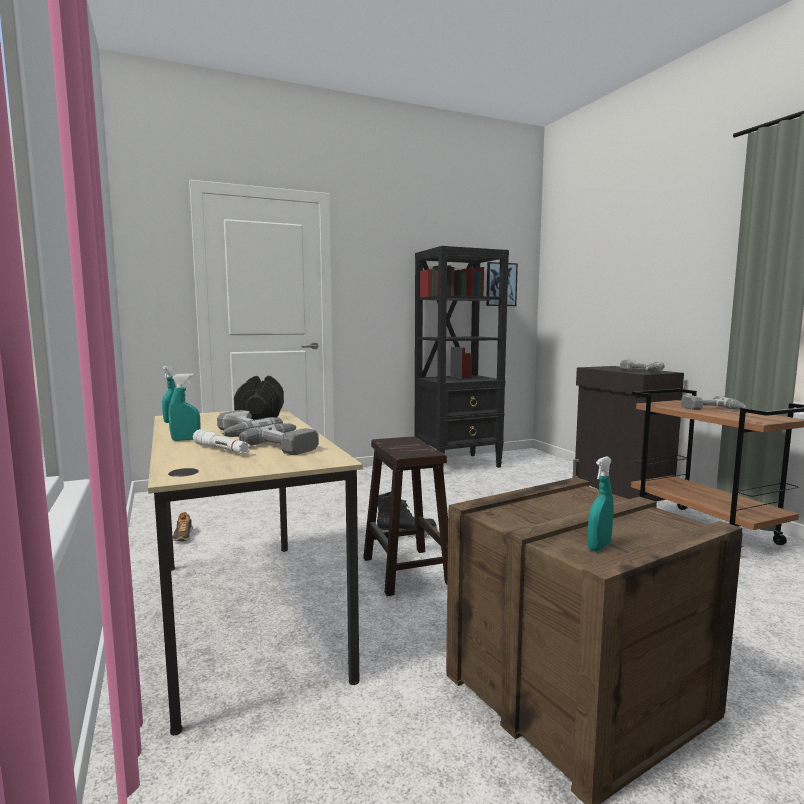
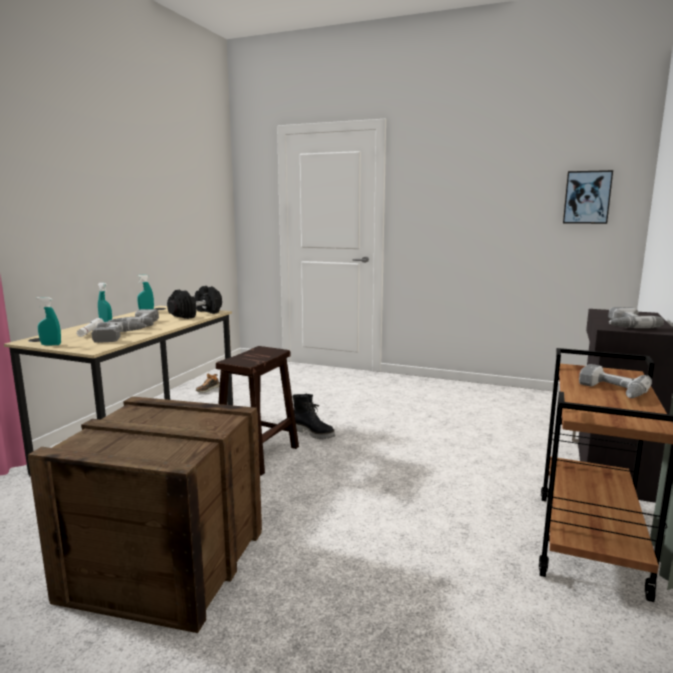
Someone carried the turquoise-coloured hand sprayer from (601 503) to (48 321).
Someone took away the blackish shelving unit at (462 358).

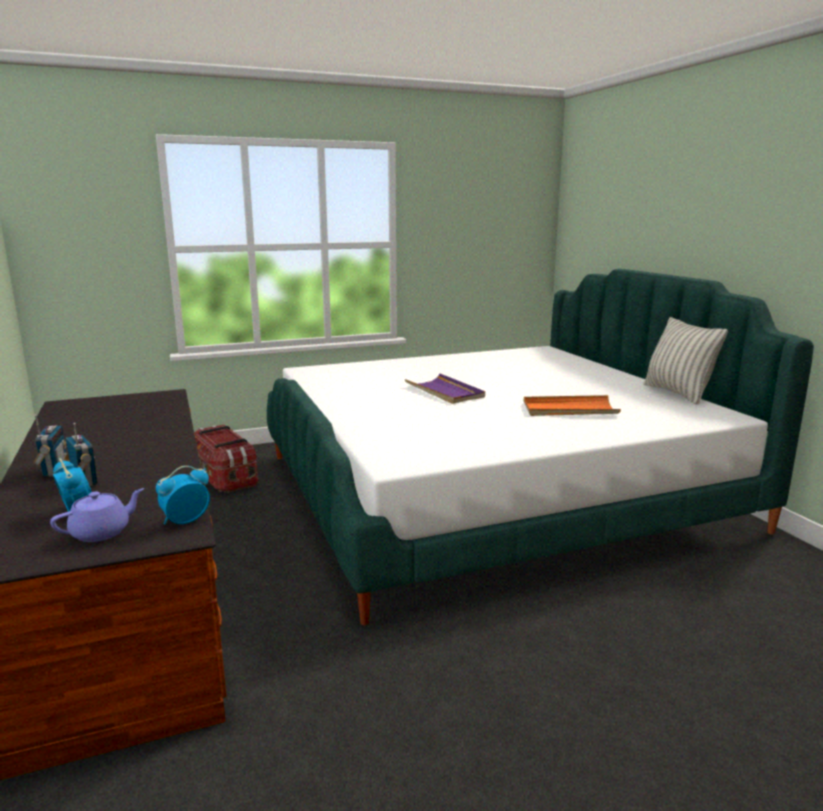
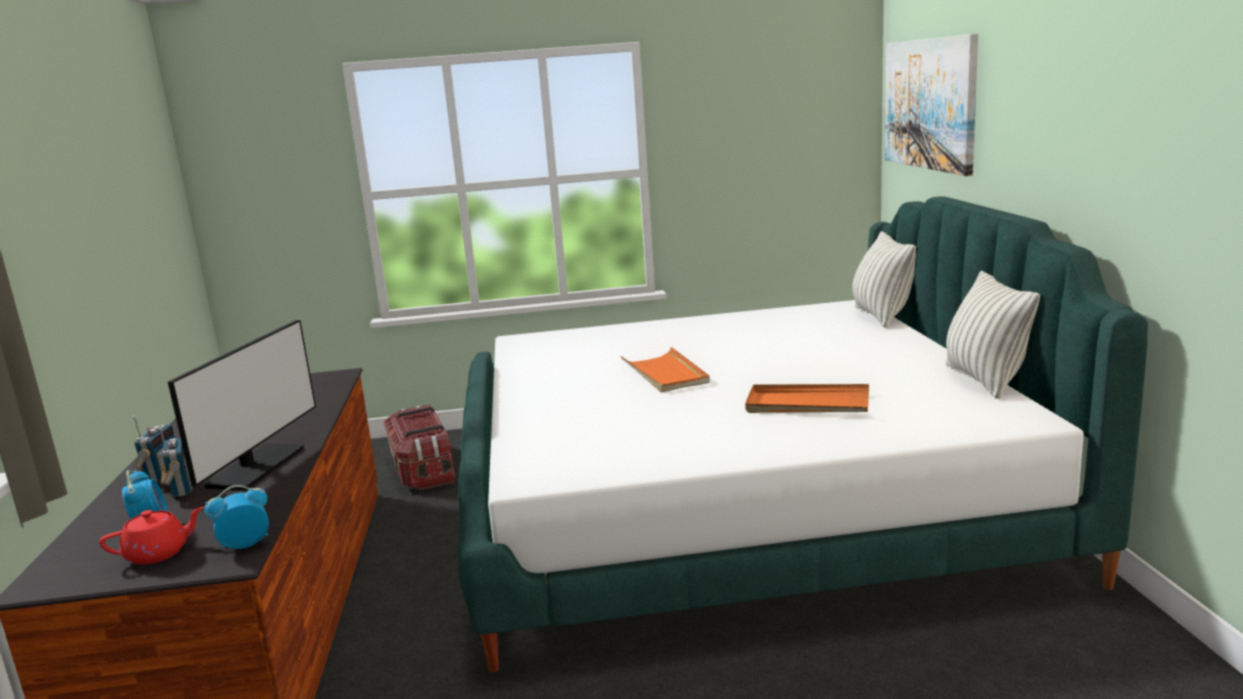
Someone repainted the purple pot for tea at (97 515), which became the red-coloured pot for tea at (151 536).
Someone put down the computer display at (242 405).
Someone repainted the purple serving tray at (445 388), which became the orangey serving tray at (665 369).
Someone put down the pillow at (884 279).
Someone put up the picture at (931 105).

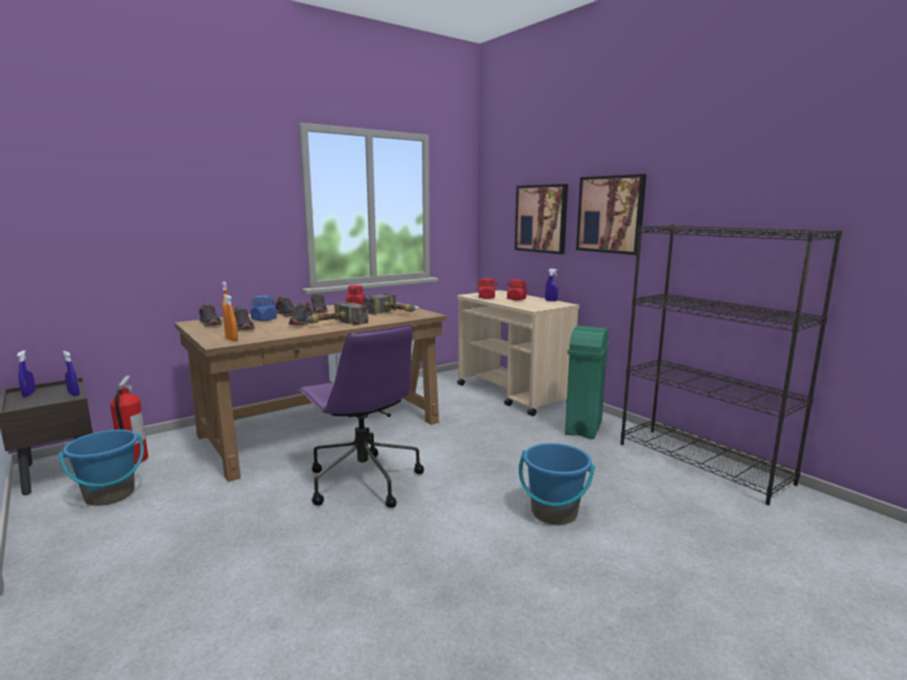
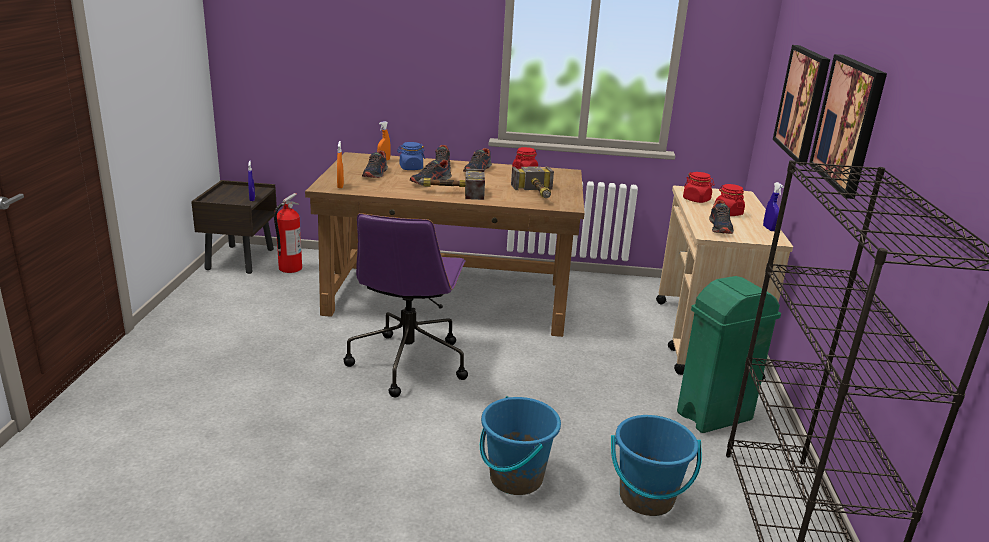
Someone carried the bluish water bucket from (101 468) to (656 465).
Someone carried the item of footwear from (210 314) to (721 217).
Someone took away the bluish hand sprayer at (26 373).

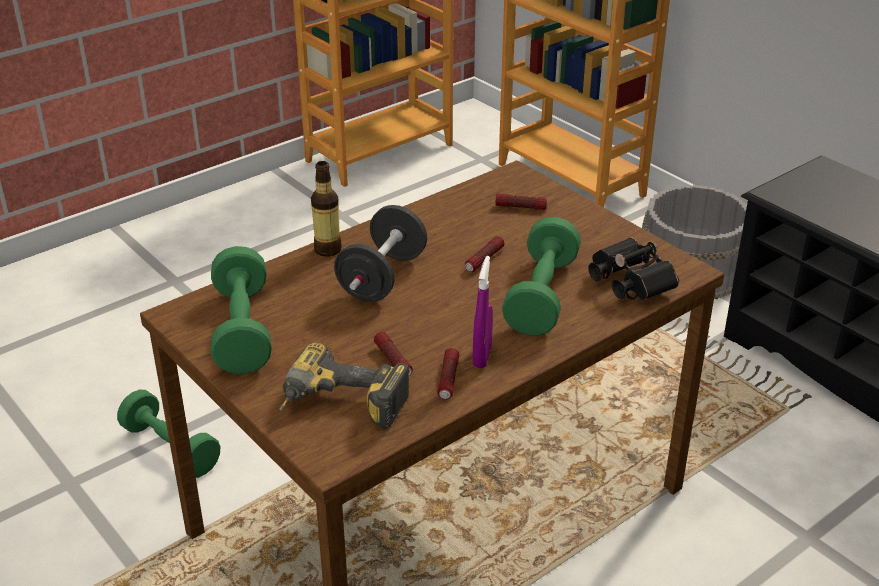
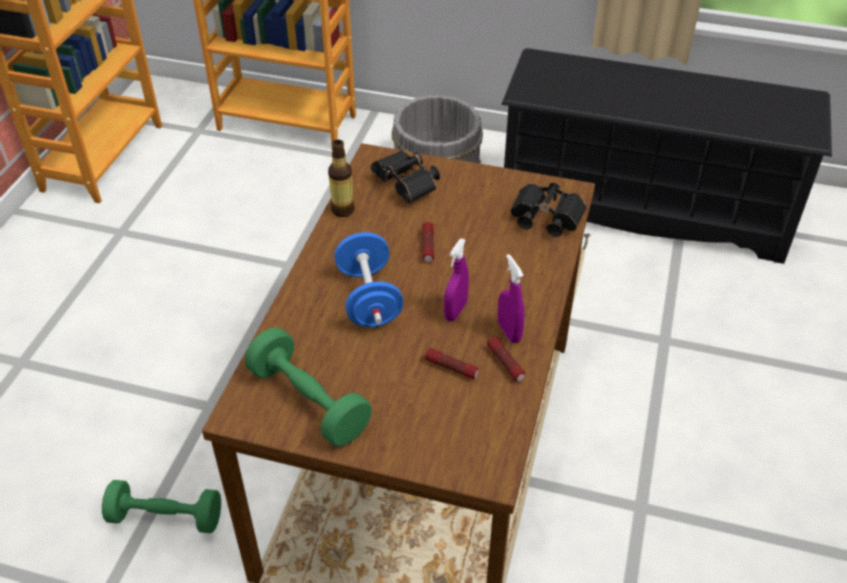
Someone carried the bottle from (326 209) to (341 178).
Someone repainted the blackish hand weight at (380 253), which became the bluish hand weight at (368 279).
Someone swapped the hand torch at (521 202) for the blackish binoculars at (405 176).
Someone put down the purple hand sprayer at (456 279).
Someone took away the electric drill at (344 386).
Someone took away the greenish hand weight at (541 276).

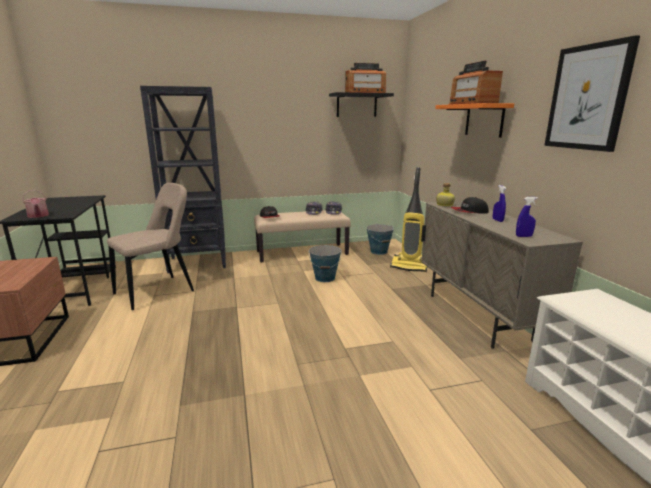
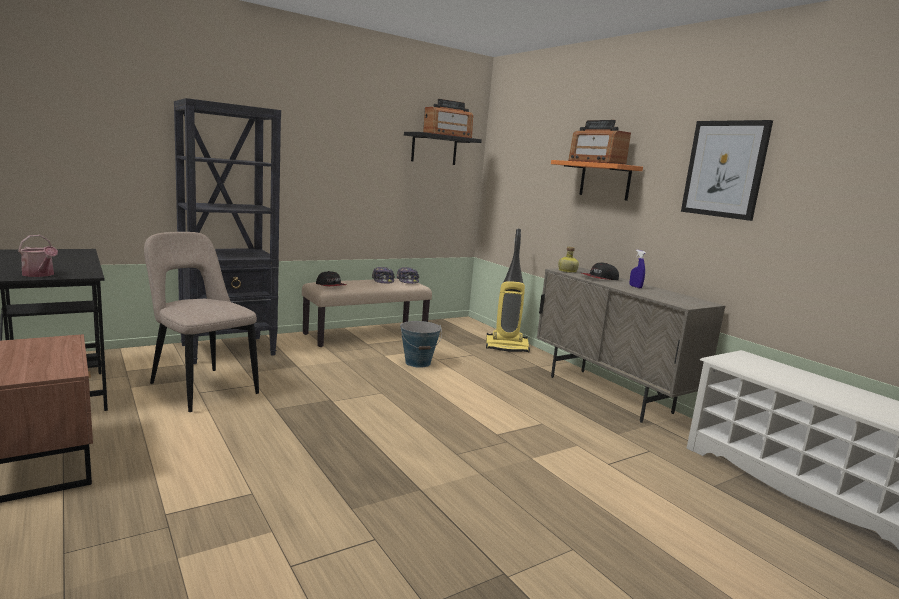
Someone rotated the sand-coloured upright chair at (150 246) by 75 degrees counterclockwise.
Someone took away the water bucket at (380 239).
Someone took away the bluish hand sprayer at (527 217).

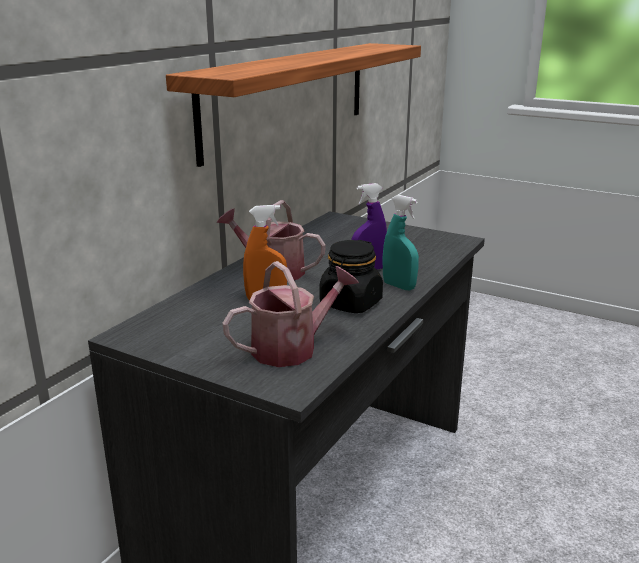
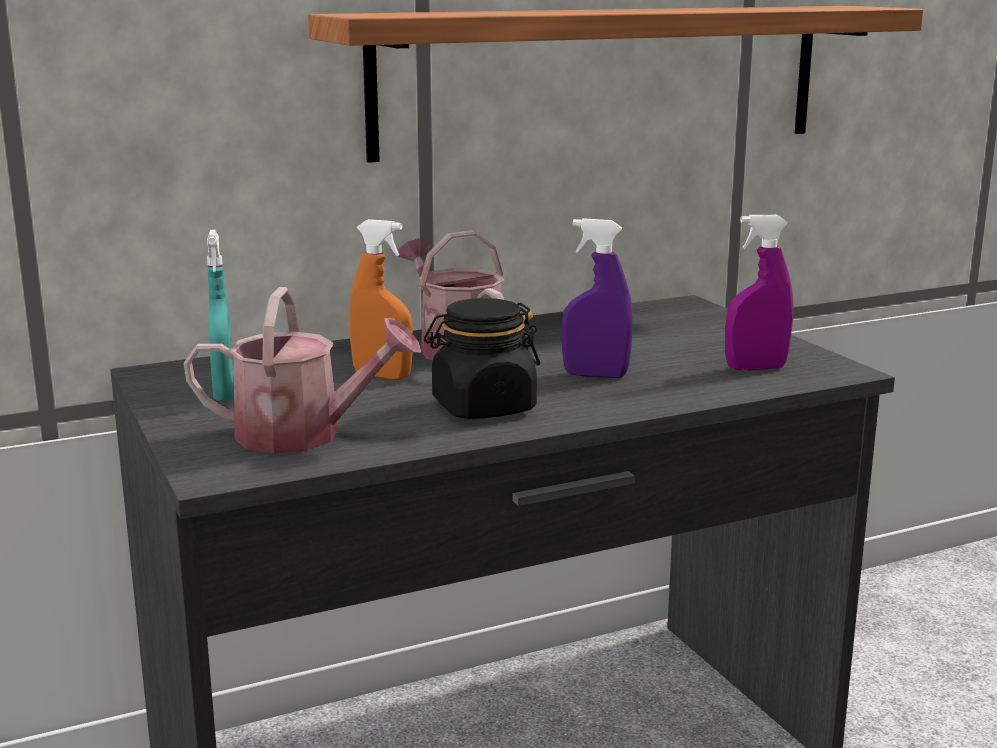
Someone carried the turquoise-coloured hand sprayer from (400 242) to (220 316).
Someone put down the purple hand sprayer at (759 292).

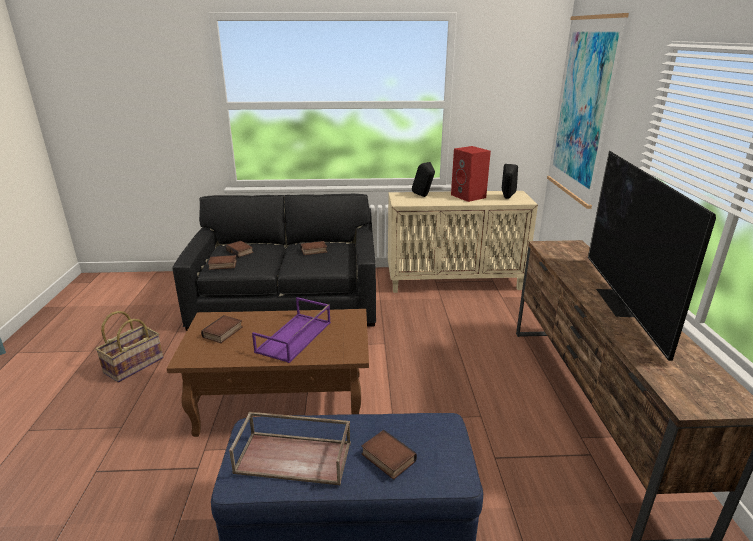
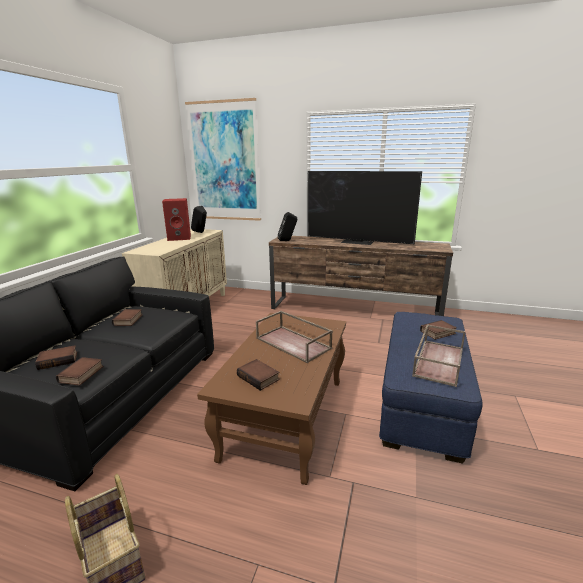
Someone repainted the purple serving tray at (291 330), which became the brown-coloured serving tray at (294 337).
Someone carried the blackish loudspeaker from (423 179) to (287 226).

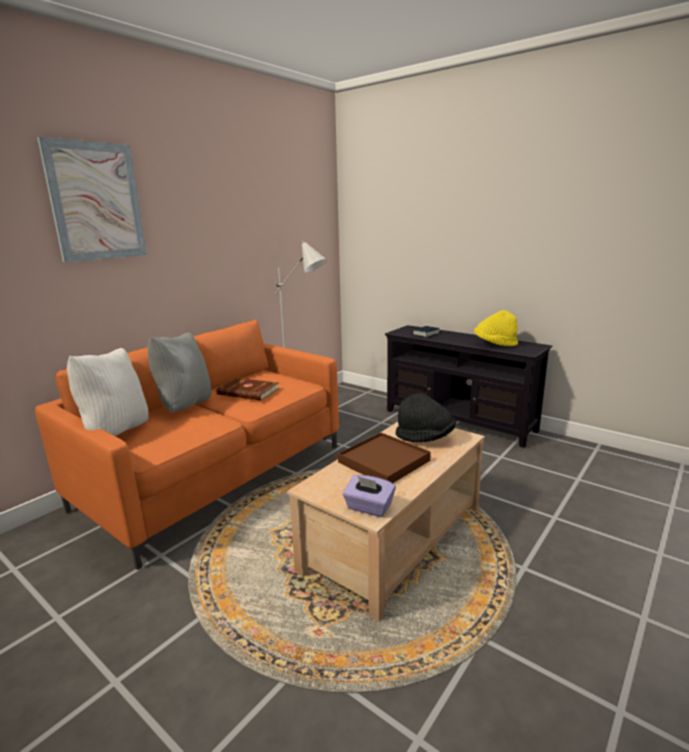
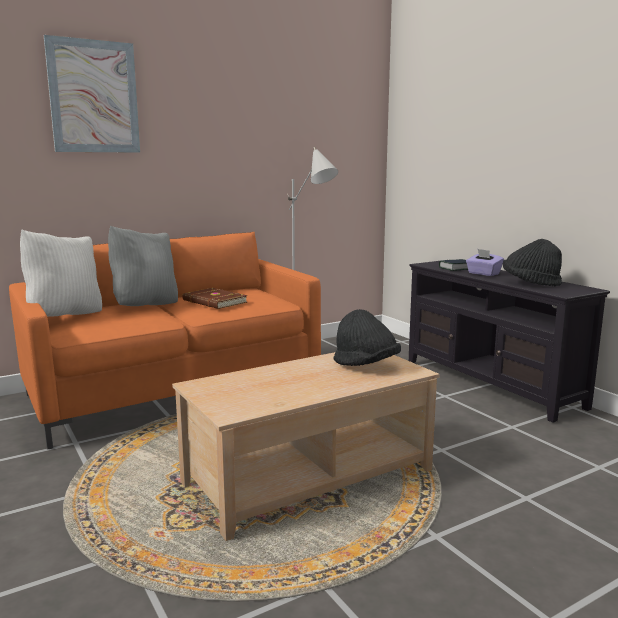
Someone carried the purple box of tissues from (369 496) to (485 262).
Someone repainted the yellowish hat at (496 328), which became the blackish hat at (532 263).
Someone took away the brown-coloured serving tray at (384 458).

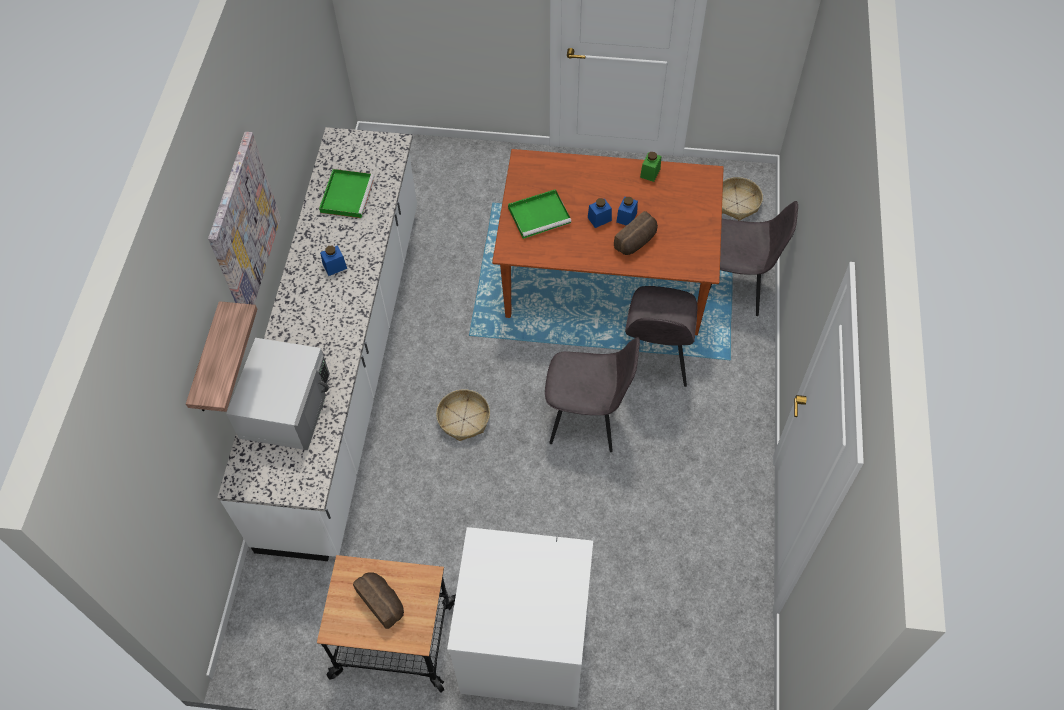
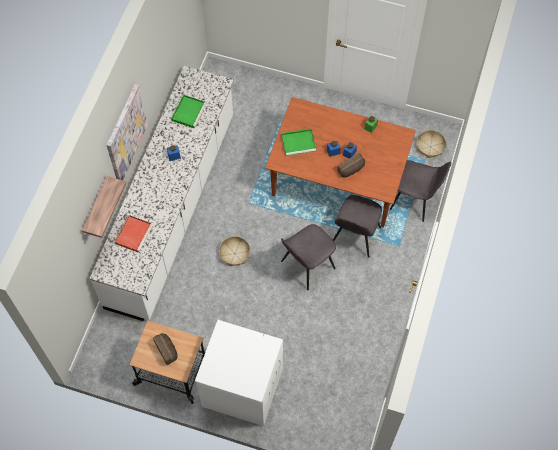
Someone swapped the whitish kitchen microwave at (278 394) for the red-coloured serving tray at (134 234).
Someone rotated the gray upright chair at (592 394) by 120 degrees clockwise.

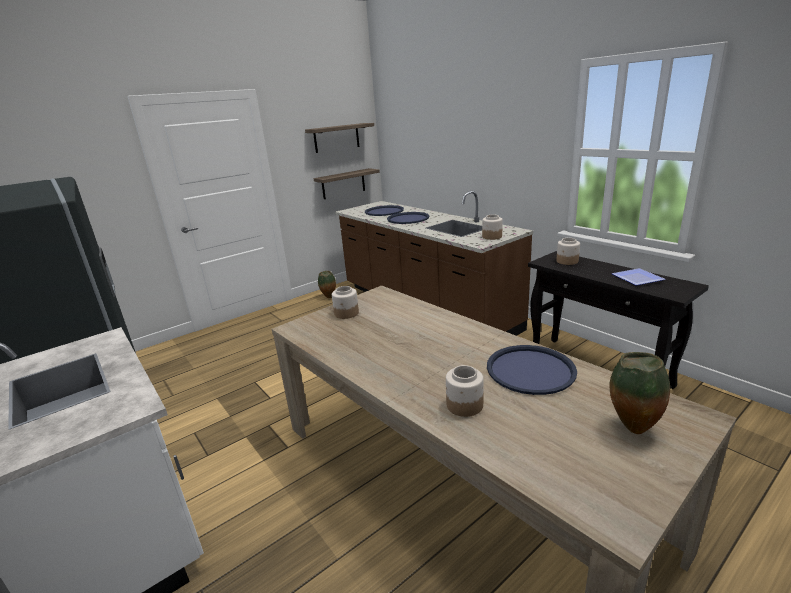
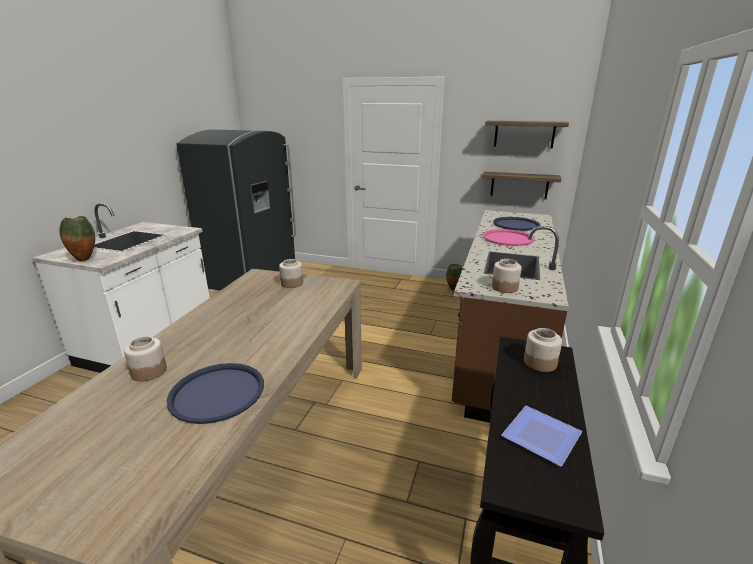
Someone carried the flower vase from (640 393) to (77 238).
Someone repainted the bluish serving tray at (408 218), which became the pink serving tray at (509 237).

